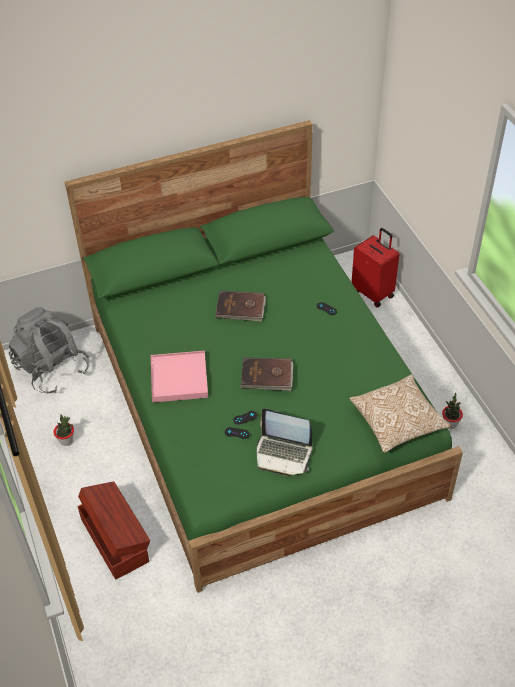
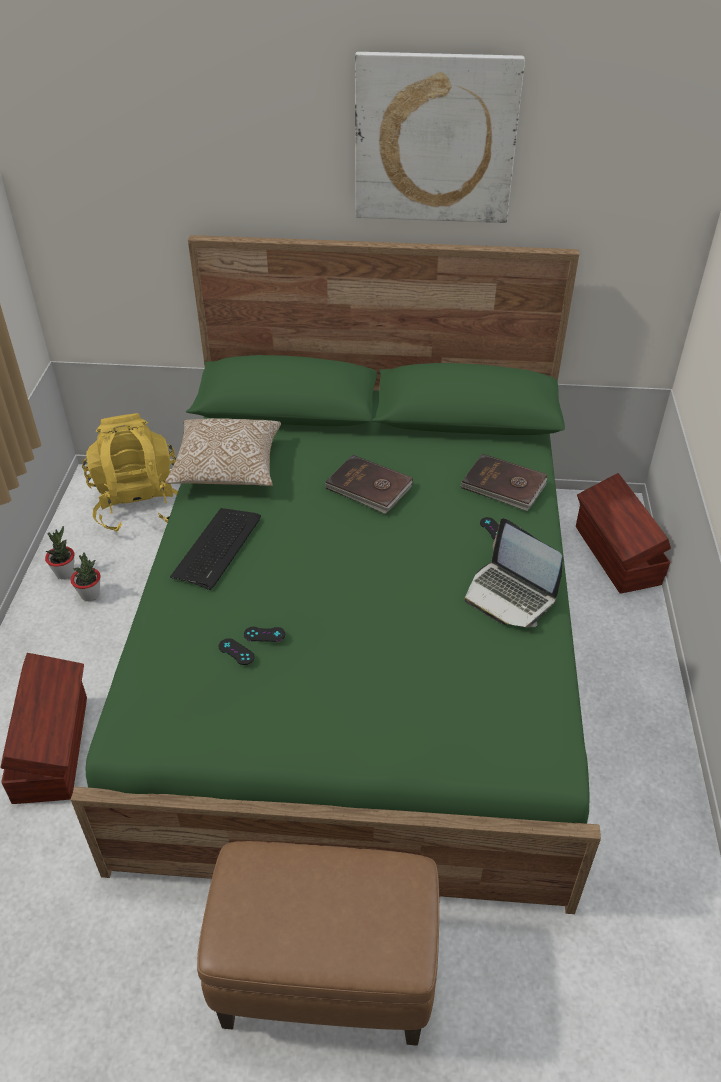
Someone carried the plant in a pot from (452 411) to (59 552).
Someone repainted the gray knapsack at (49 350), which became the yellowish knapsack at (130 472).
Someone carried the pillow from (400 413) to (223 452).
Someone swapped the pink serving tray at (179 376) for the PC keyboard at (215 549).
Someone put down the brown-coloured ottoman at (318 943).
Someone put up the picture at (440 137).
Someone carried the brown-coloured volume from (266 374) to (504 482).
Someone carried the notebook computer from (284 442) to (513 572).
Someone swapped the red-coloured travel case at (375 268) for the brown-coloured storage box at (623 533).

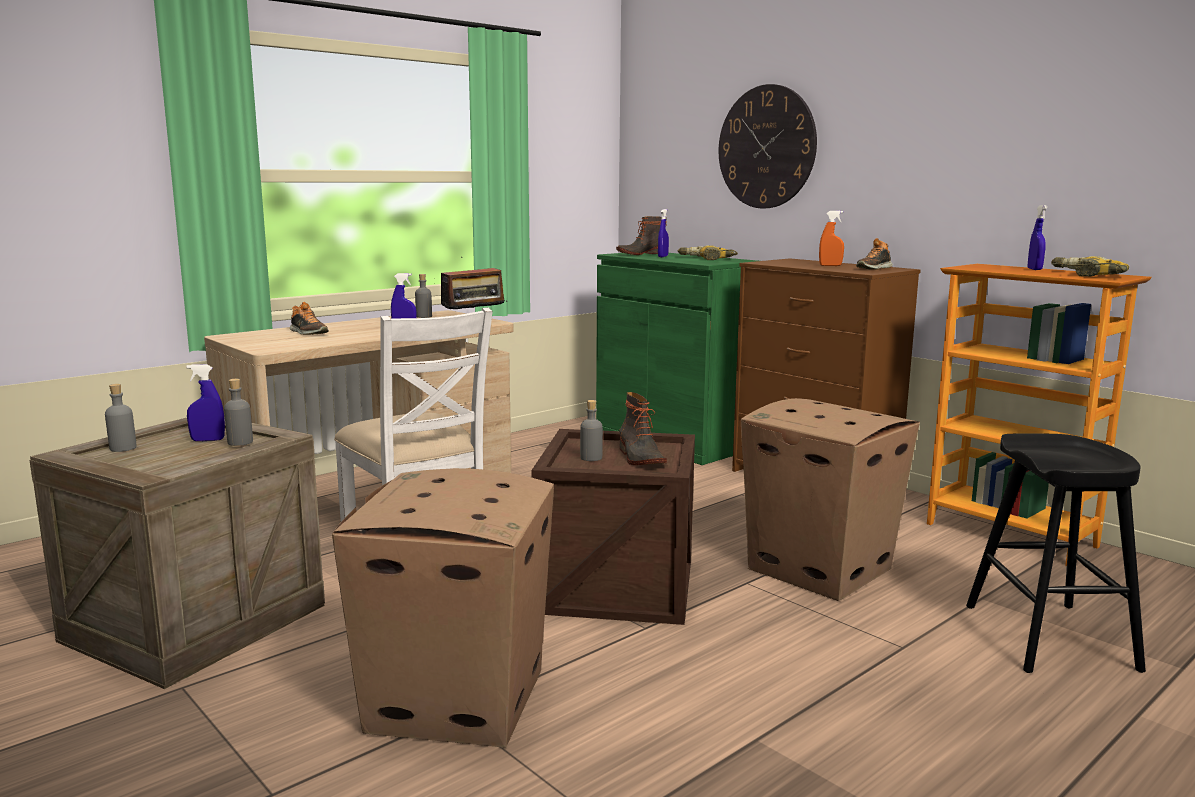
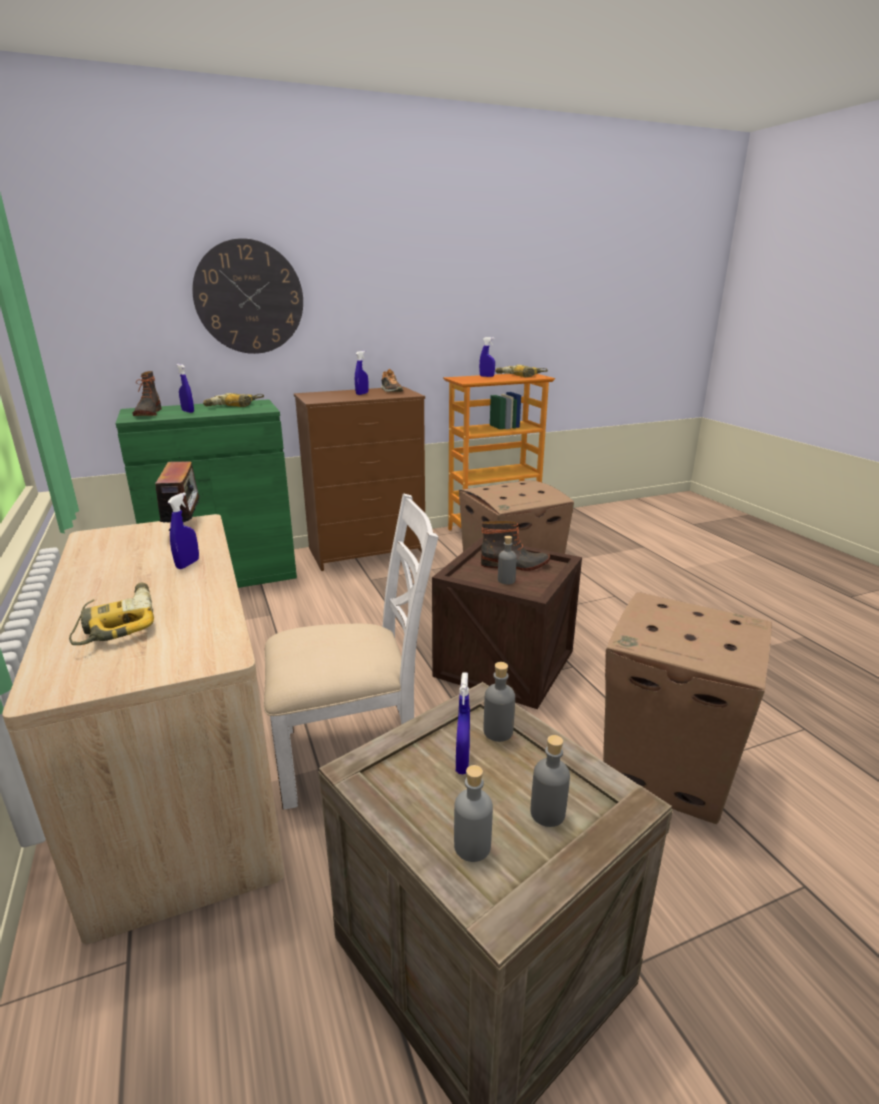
Someone swapped the item of footwear at (309 318) for the electric drill at (111 614).
Someone repainted the orangey hand sprayer at (831 238), which became the bluish hand sprayer at (362 373).
Someone carried the gray bottle from (423 296) to (550 781).
Someone took away the blackish sitting stool at (1056 553).

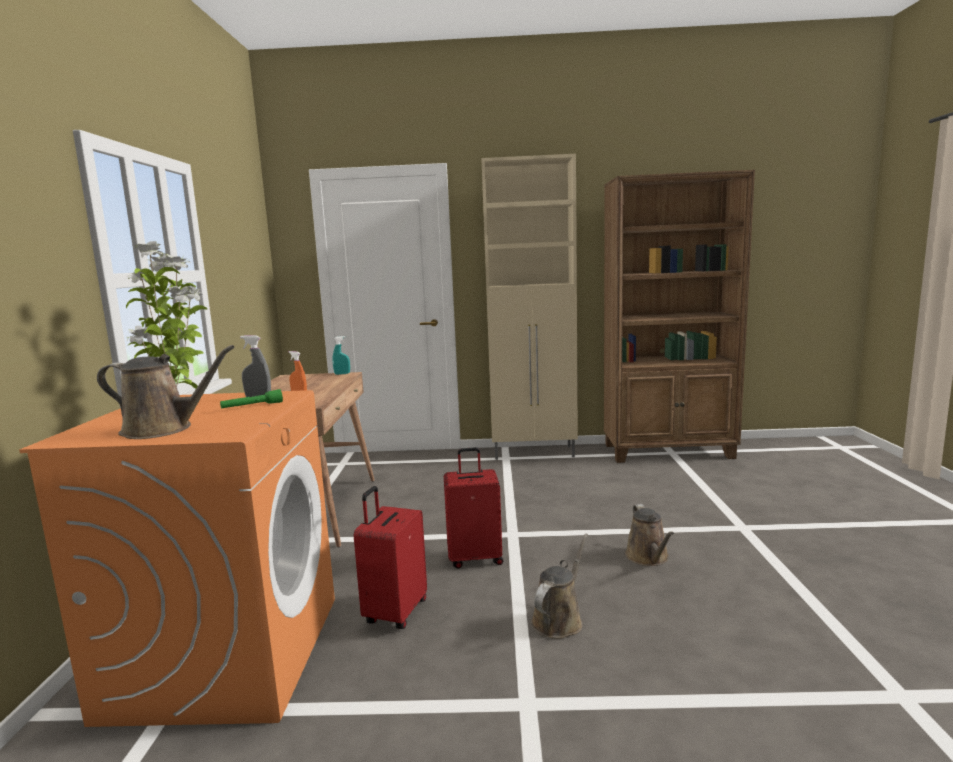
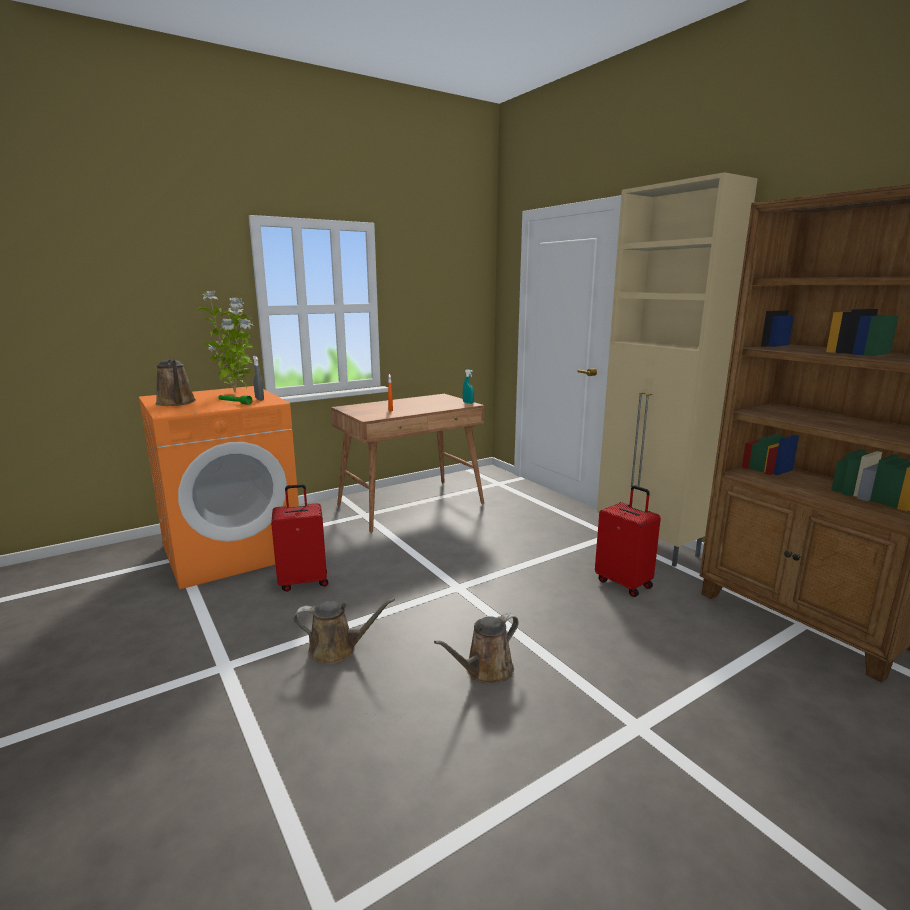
Someone carried the red-coloured travel case from (473 507) to (628 541).

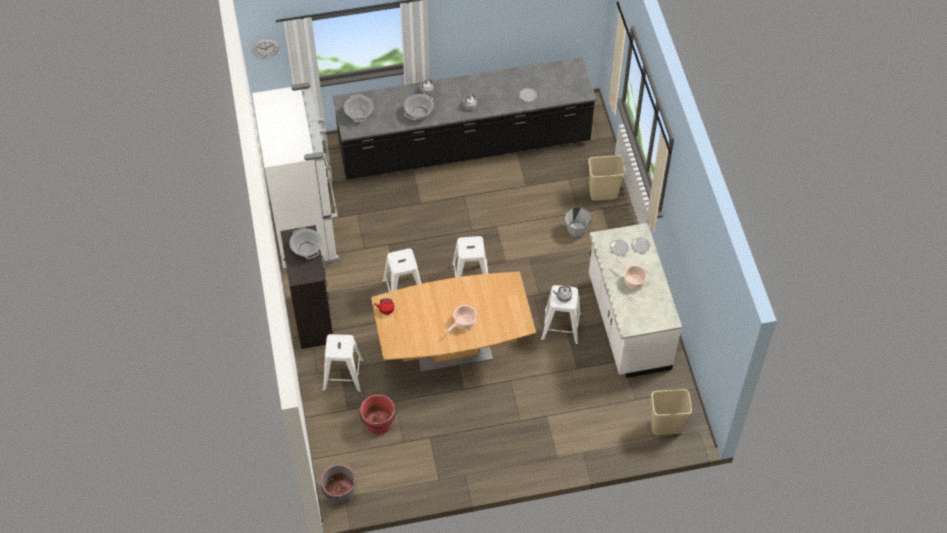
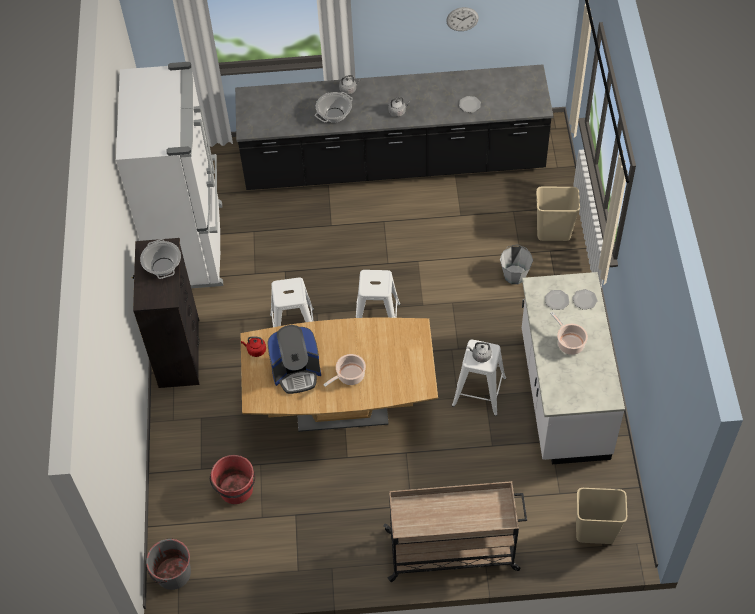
Someone put down the coffee machine at (294 359).
Someone put down the sand-coloured cart at (455 531).
Someone carried the hanging clock from (265 48) to (462 19).
Someone took away the whitish sitting stool at (343 363).
Someone took away the saucepot at (358 108).

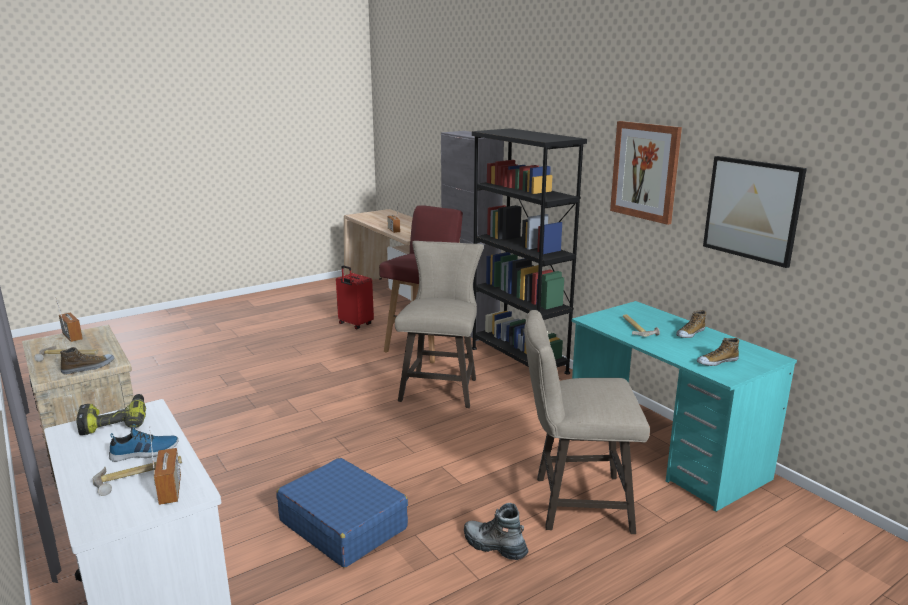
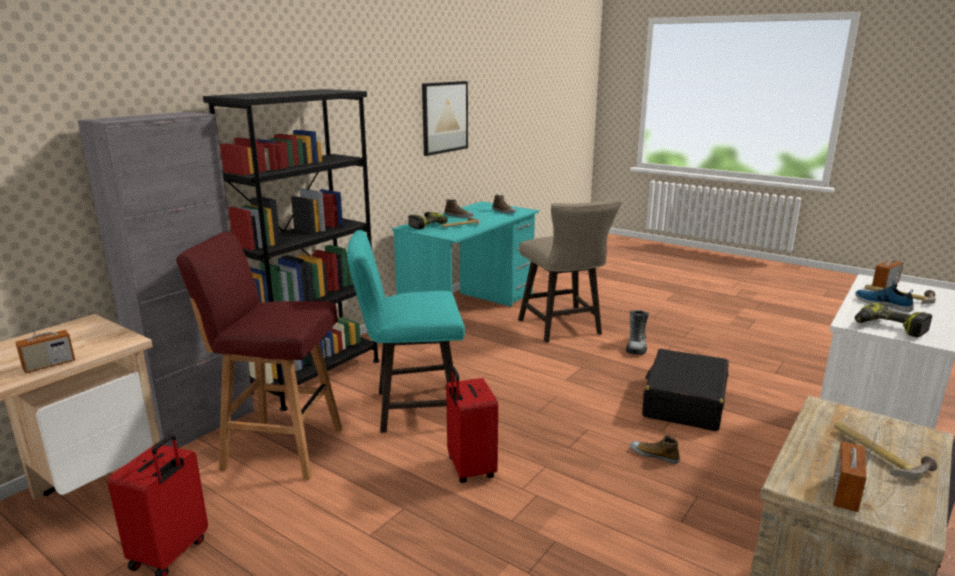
Someone repainted the sand-coloured sitting stool at (439 324), which became the turquoise-coloured sitting stool at (406 331).
Someone put down the electric drill at (428 221).
Someone put down the red-coloured travel case at (472 424).
Someone carried the item of footwear from (87 360) to (655 449).
Someone repainted the bluish travel case at (342 513), which became the blackish travel case at (685 390).
Someone took away the picture at (646 173).

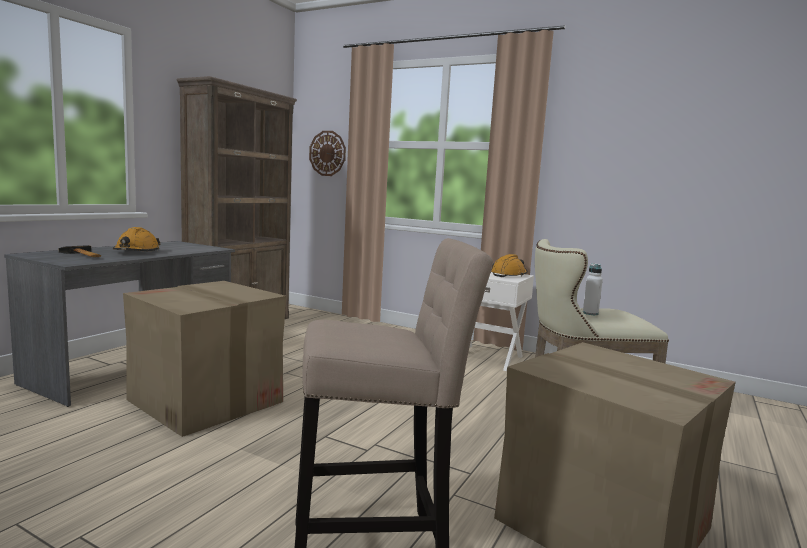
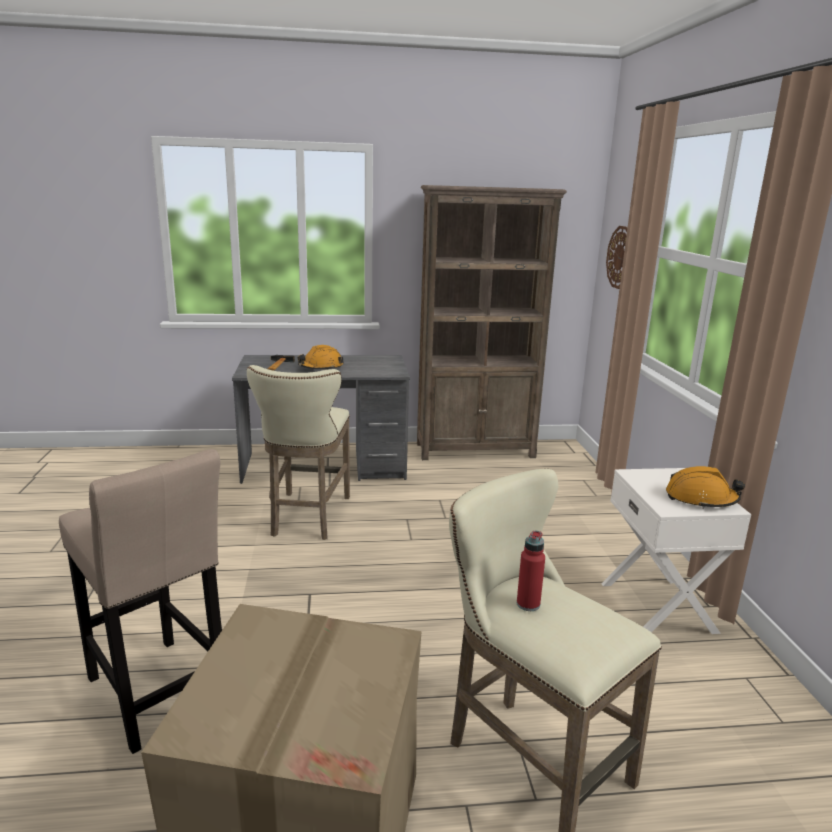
Someone swapped the carton at (205 359) for the sand-coloured sitting stool at (298 452).
Someone repainted the whitish bottle at (593 289), which became the red-coloured bottle at (531 571).

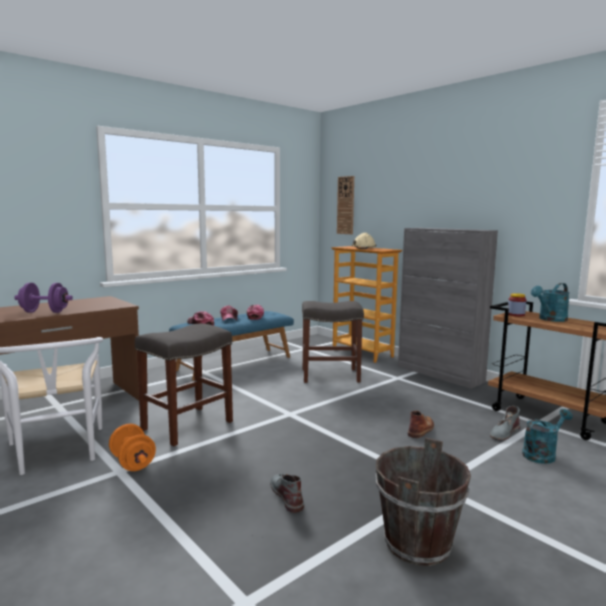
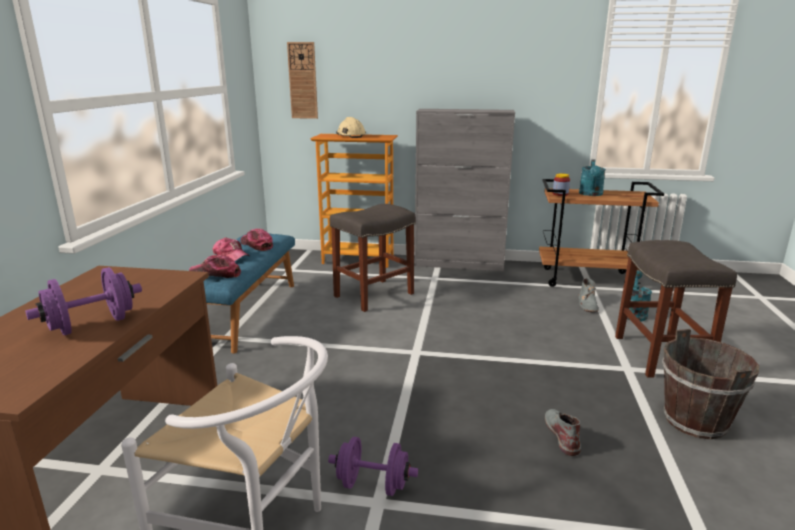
Someone repainted the orangey hand weight at (132 447), which became the purple hand weight at (373 466).
Someone rotated the gray boot at (287 493) by 60 degrees clockwise.
Someone carried the gray sitting stool from (184 385) to (676 309).
Someone took away the brown-coloured boot at (421 424).

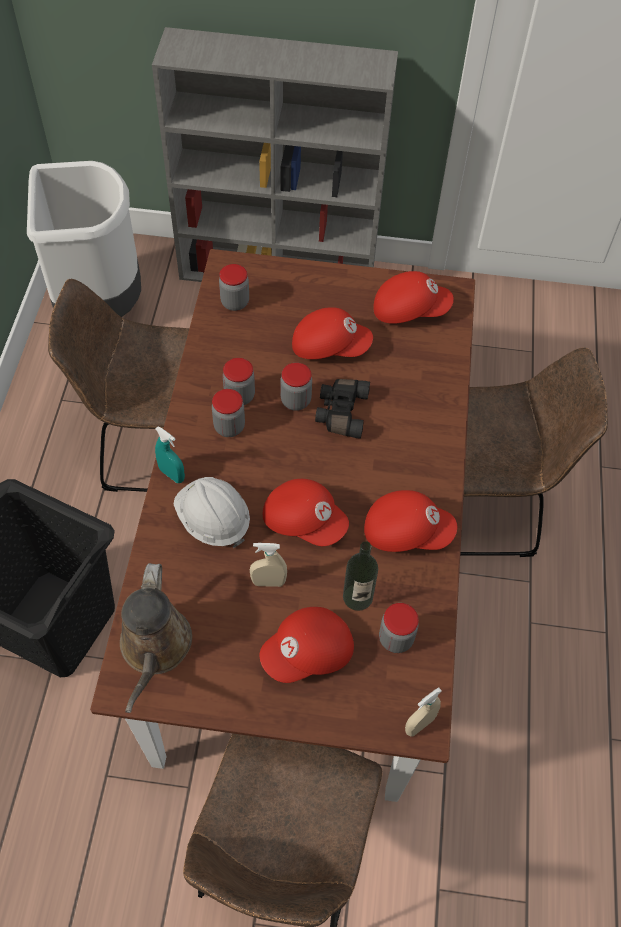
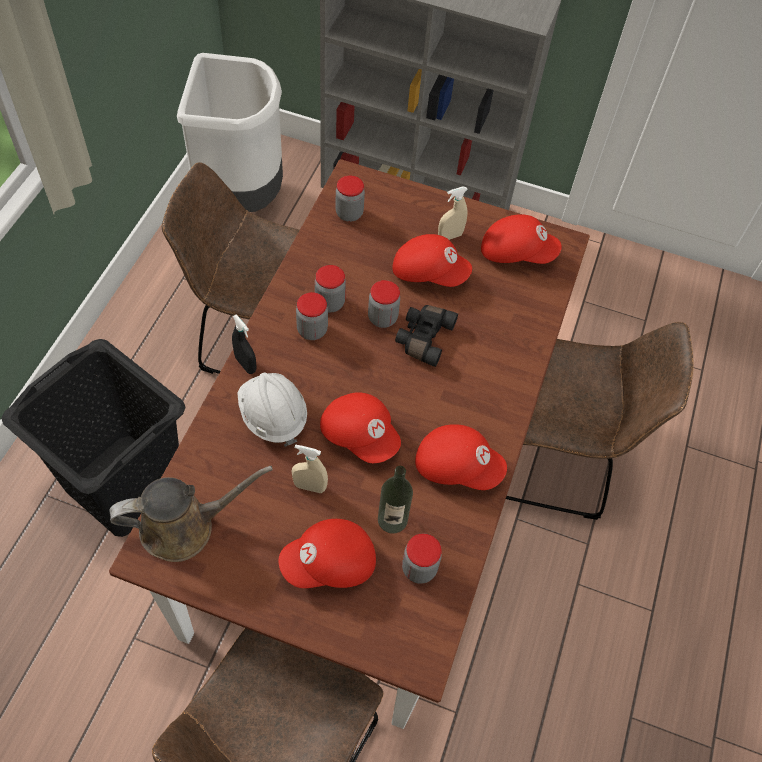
Someone rotated the brown-coloured watering can at (156 638) by 120 degrees counterclockwise.
Someone repainted the turquoise-coloured hand sprayer at (170 454), which became the blackish hand sprayer at (244 344).
Someone carried the sand-coloured hand sprayer from (423 712) to (453 213).

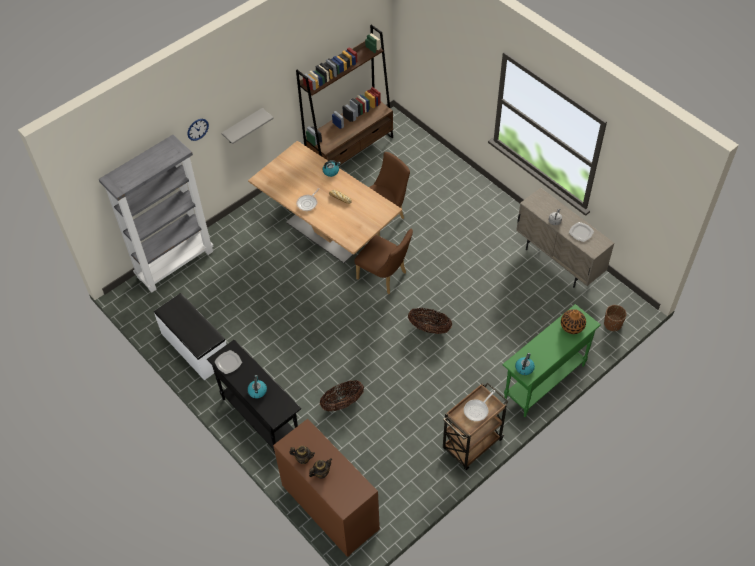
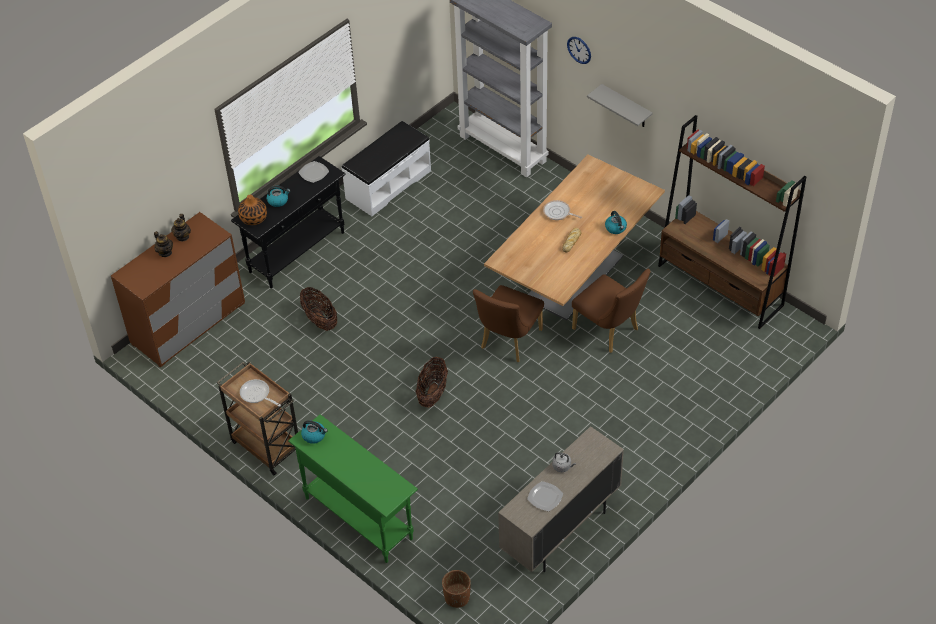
Someone carried the flower vase from (573 321) to (252 210).

